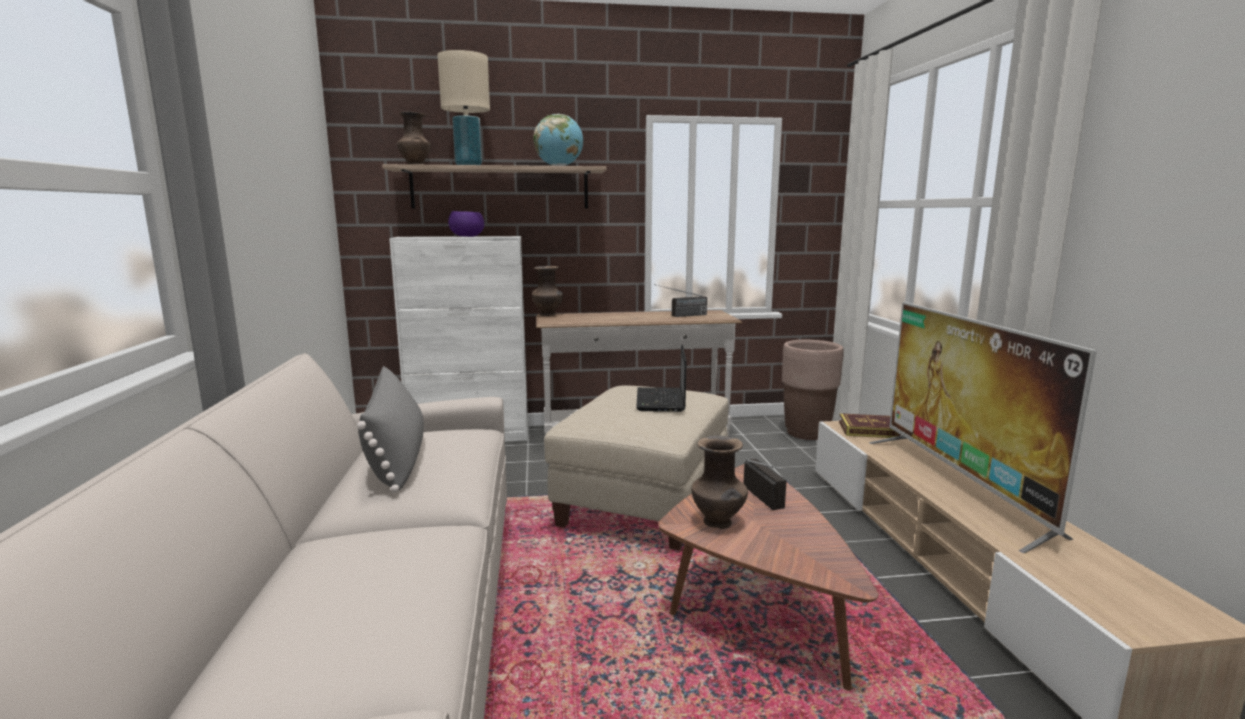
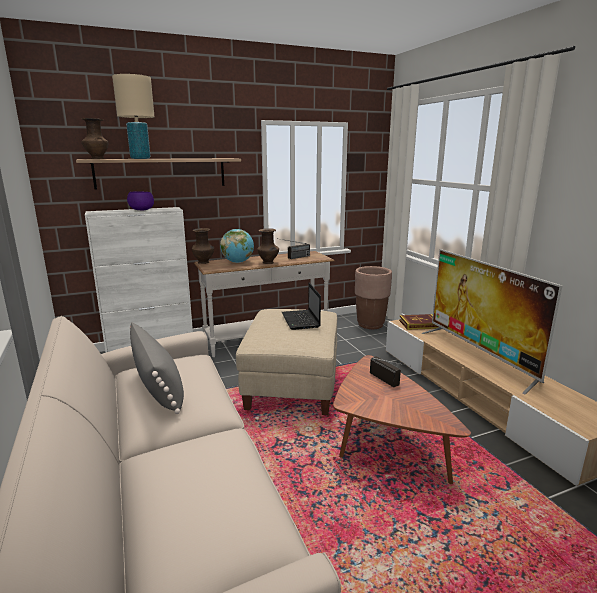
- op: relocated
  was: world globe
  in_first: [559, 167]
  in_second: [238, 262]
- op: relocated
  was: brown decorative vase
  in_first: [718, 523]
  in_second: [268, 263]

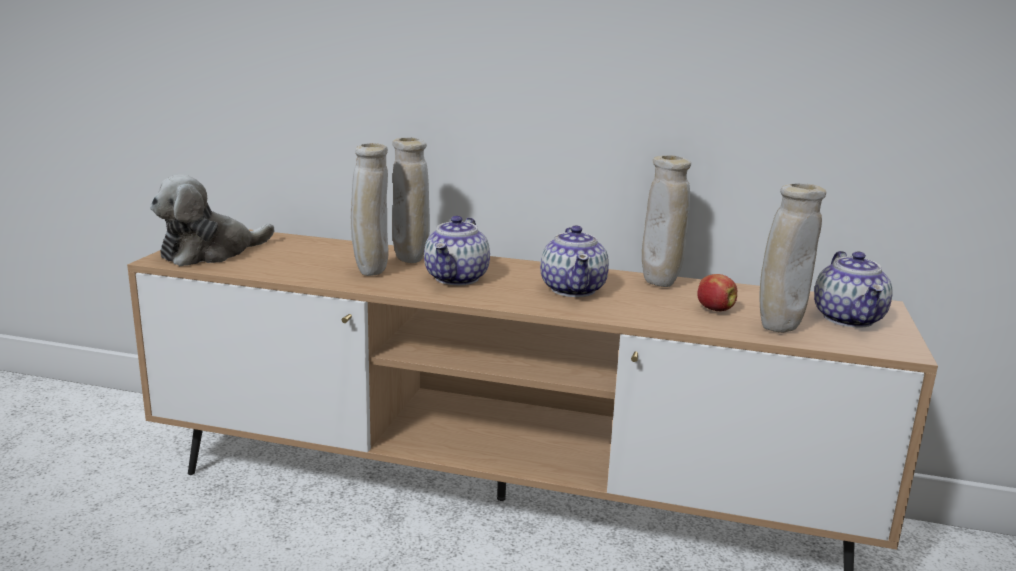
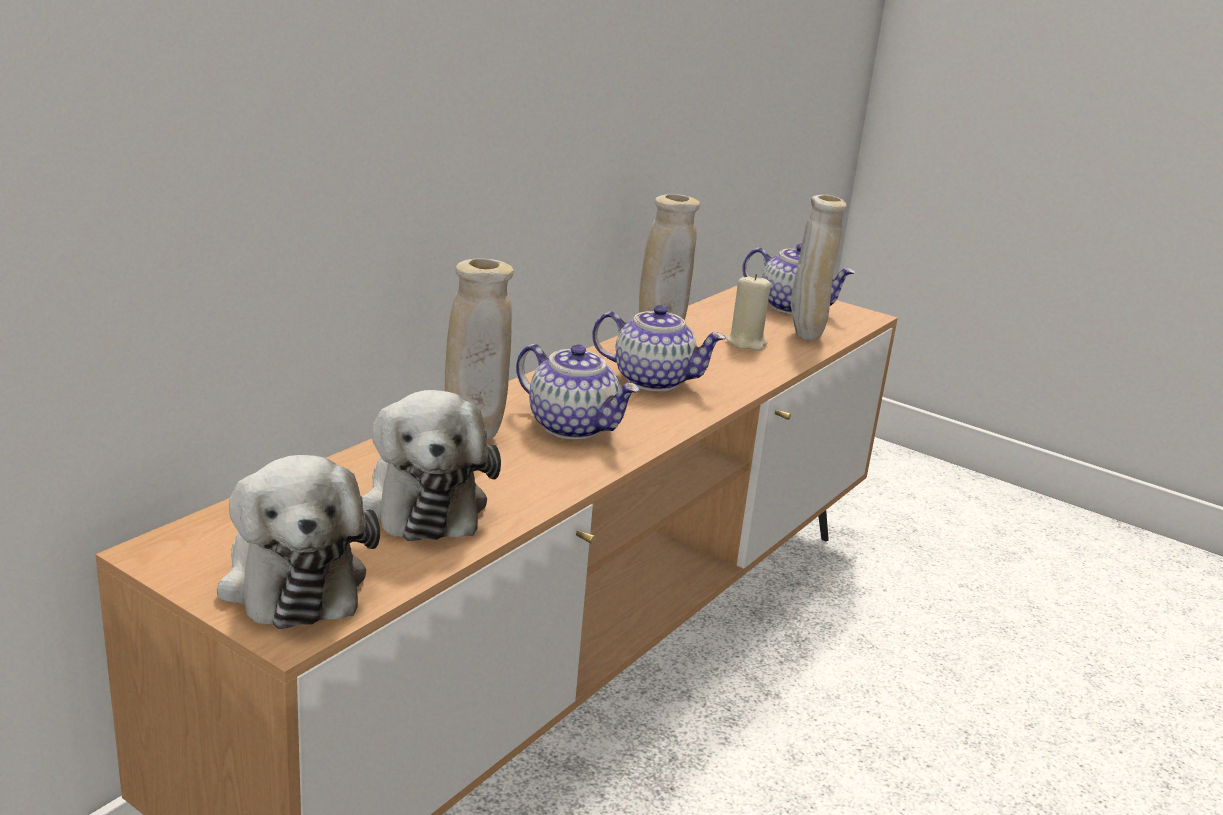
- op: missing
  was: beige-coloured decorative vase
  in_first: [371, 272]
- op: exchanged
  was: apple fruit
  now: beige-coloured wax candle
  in_first: [714, 309]
  in_second: [746, 342]
- op: appeared
  now: cuddly toy
  in_second: [423, 502]

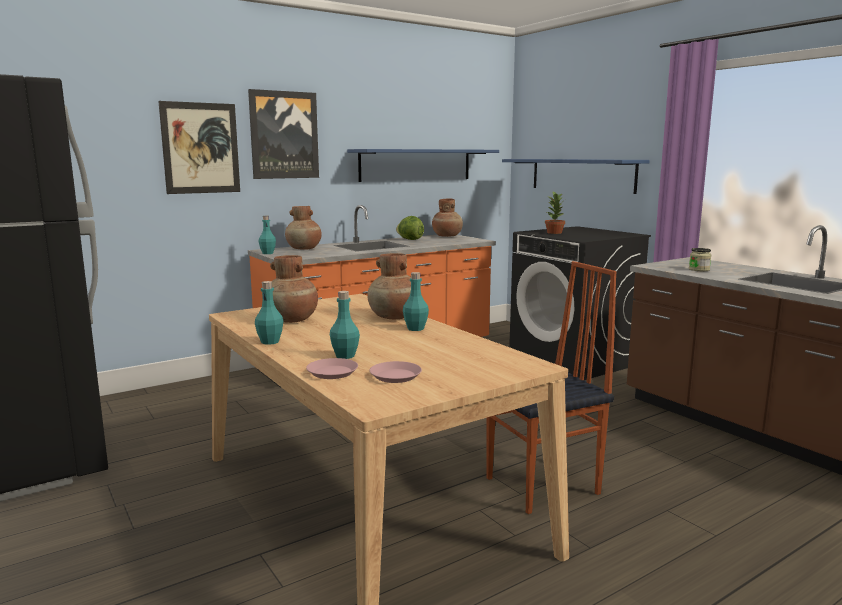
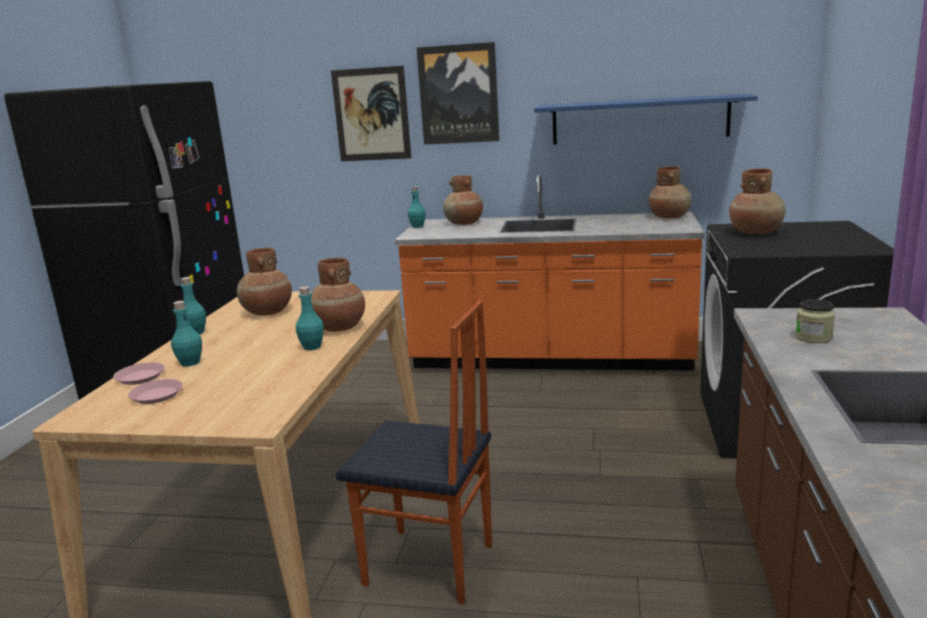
- op: missing
  was: blue-coloured shelf
  in_first: [582, 175]
- op: exchanged
  was: plant in a pot
  now: brown decorative vase
  in_first: [554, 233]
  in_second: [756, 232]
- op: missing
  was: lettuce head
  in_first: [410, 239]

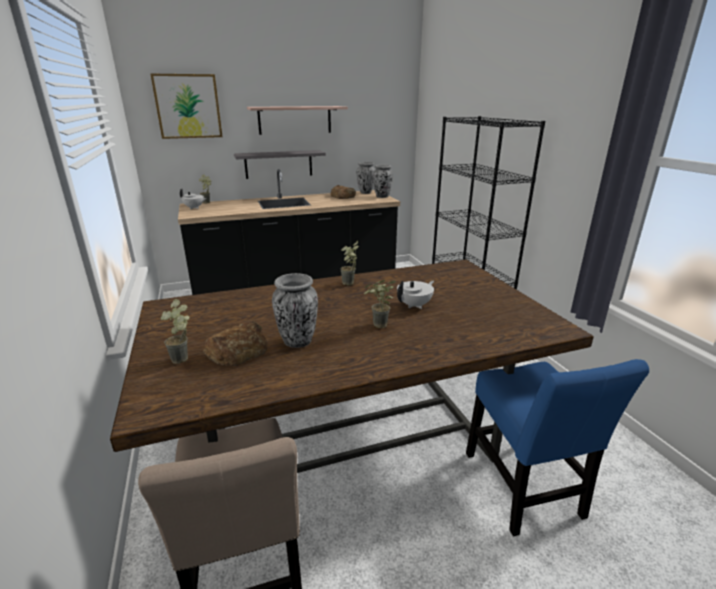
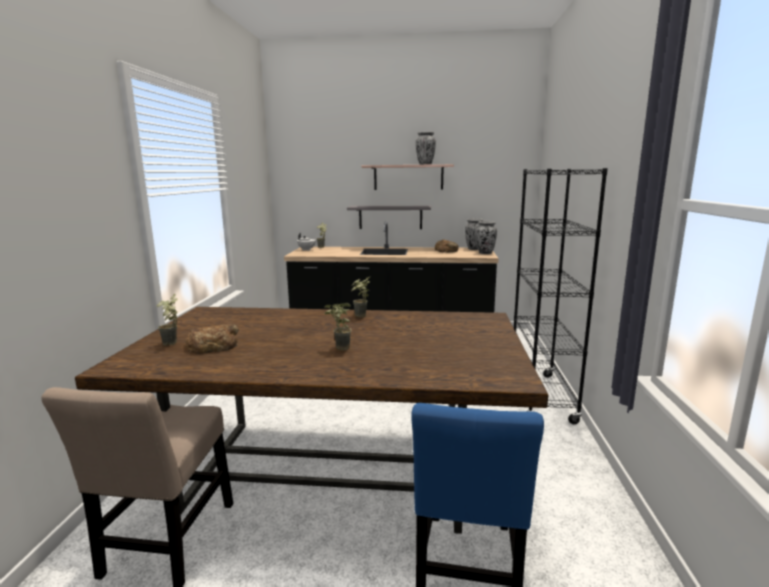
- op: missing
  was: wall art
  in_first: [188, 106]
- op: relocated
  was: decorative vase
  in_first: [297, 341]
  in_second: [425, 164]
- op: missing
  was: whitish teapot
  in_first: [415, 305]

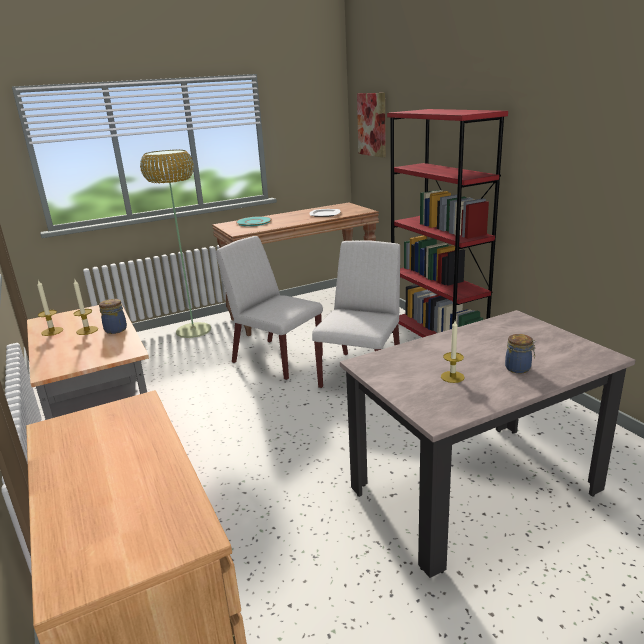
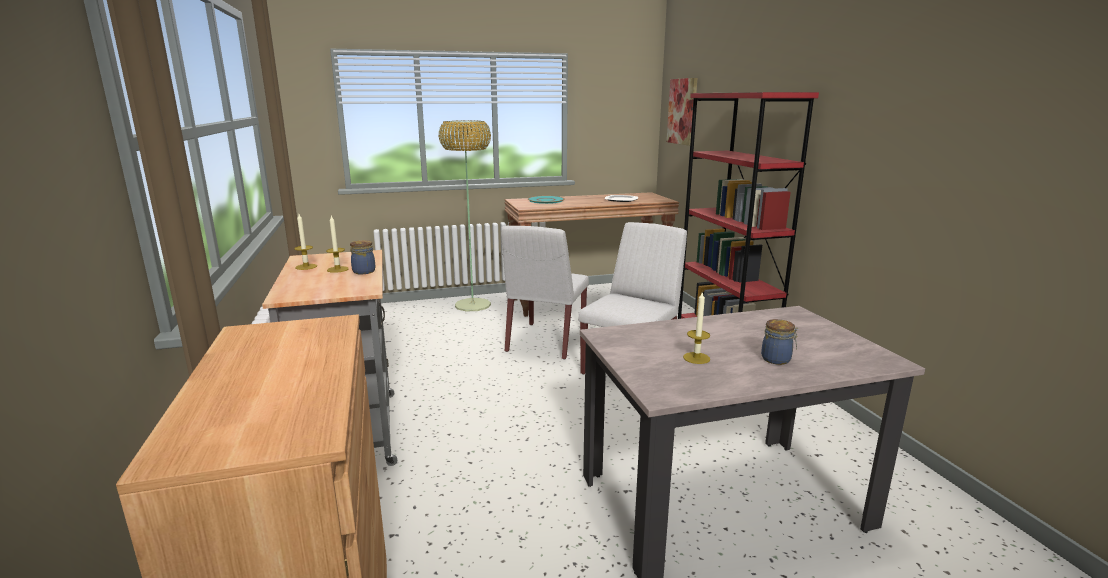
- op: spun
  was: whitish plain chair
  in_first: [276, 359]
  in_second: [546, 341]
  clockwise: -120

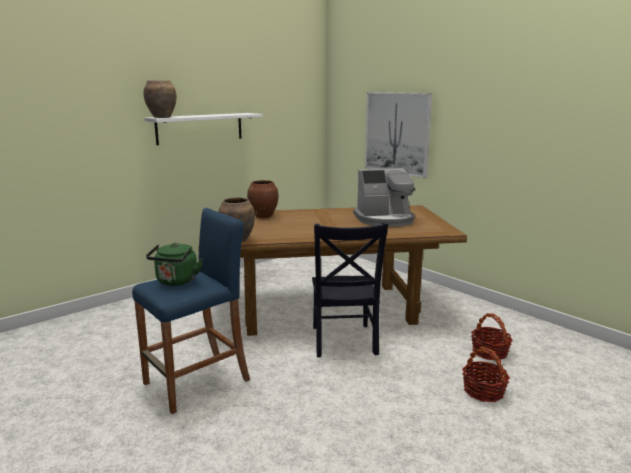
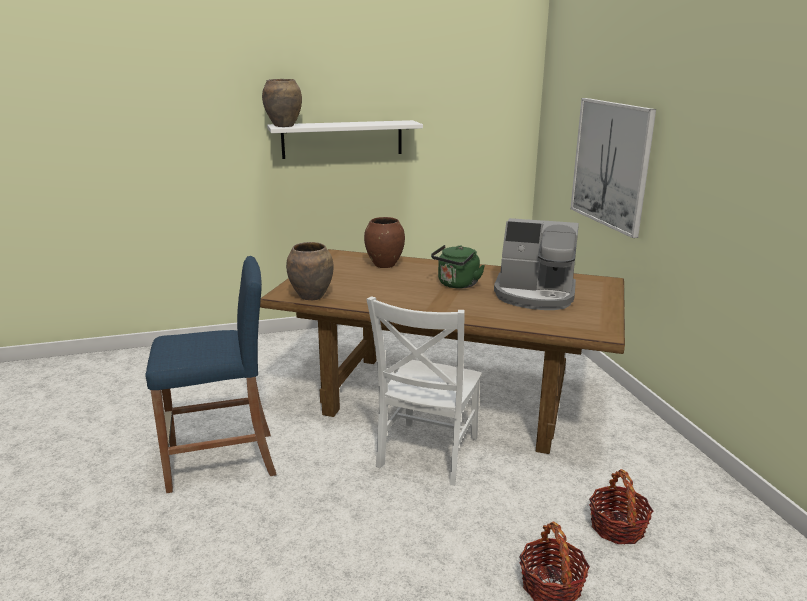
- op: colour
  was: black-coloured plain chair
  now: whitish plain chair
  in_first: [343, 342]
  in_second: [426, 454]
- op: relocated
  was: green-coloured tea kettle
  in_first: [176, 282]
  in_second: [457, 285]

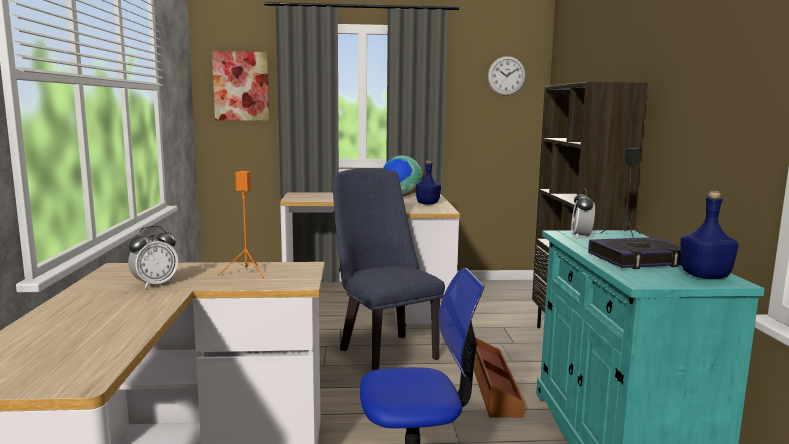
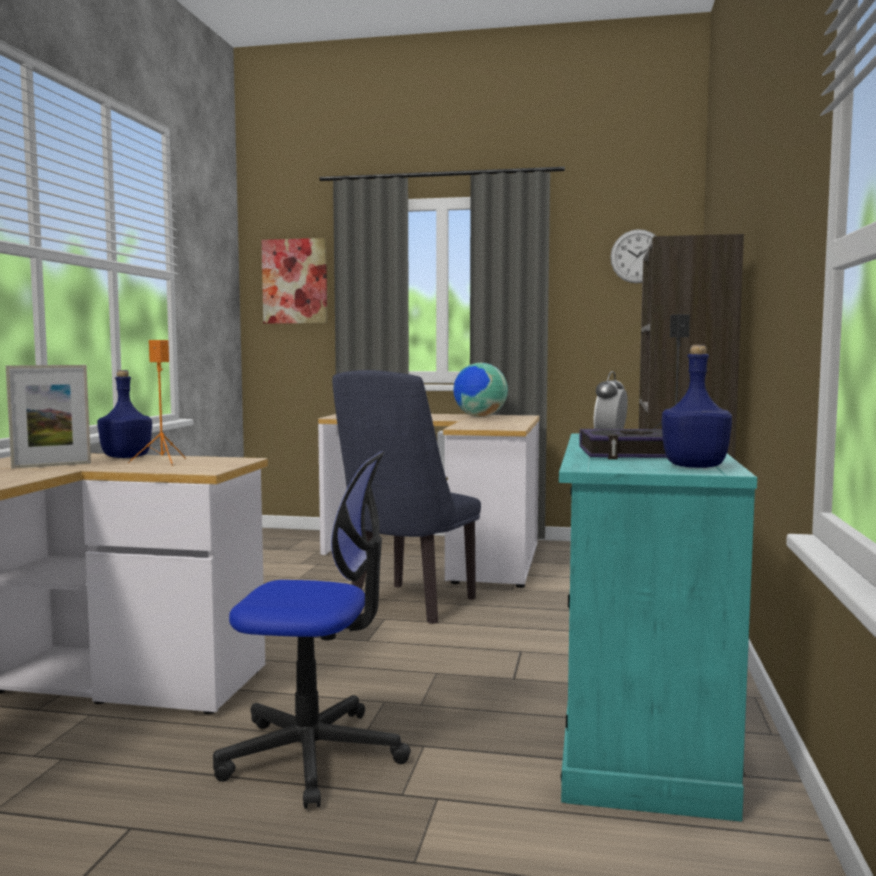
- op: relocated
  was: blue-coloured bottle
  in_first: [428, 203]
  in_second: [127, 457]
- op: spun
  was: blue-coloured plain chair
  in_first: [384, 351]
  in_second: [407, 606]
  clockwise: -135
- op: exchanged
  was: alarm clock
  now: standing frame
  in_first: [155, 284]
  in_second: [51, 465]
- op: missing
  was: brown storage box
  in_first: [493, 387]

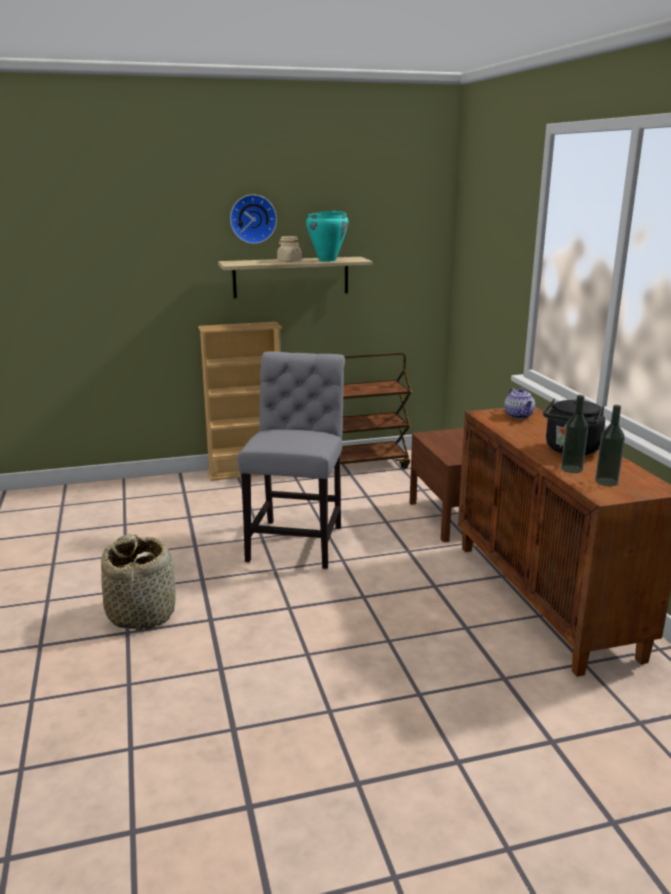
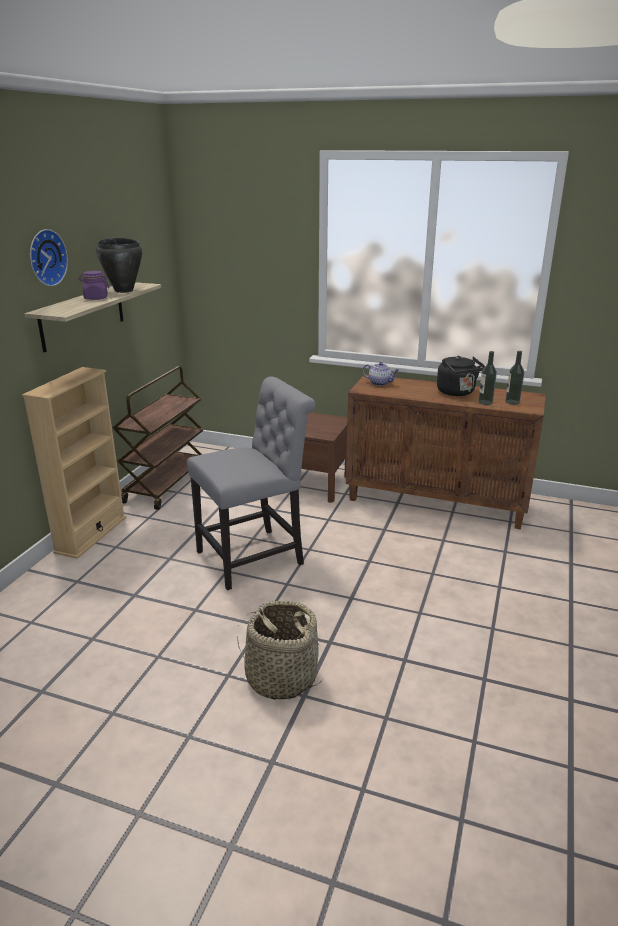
- op: colour
  was: blue-green stockpot
  now: black-coloured stockpot
  in_first: [327, 260]
  in_second: [124, 290]
- op: colour
  was: beige-coloured storage jar
  now: purple-coloured storage jar
  in_first: [289, 261]
  in_second: [96, 298]
- op: spun
  was: greyish plain chair
  in_first: [297, 541]
  in_second: [255, 557]
  clockwise: 105

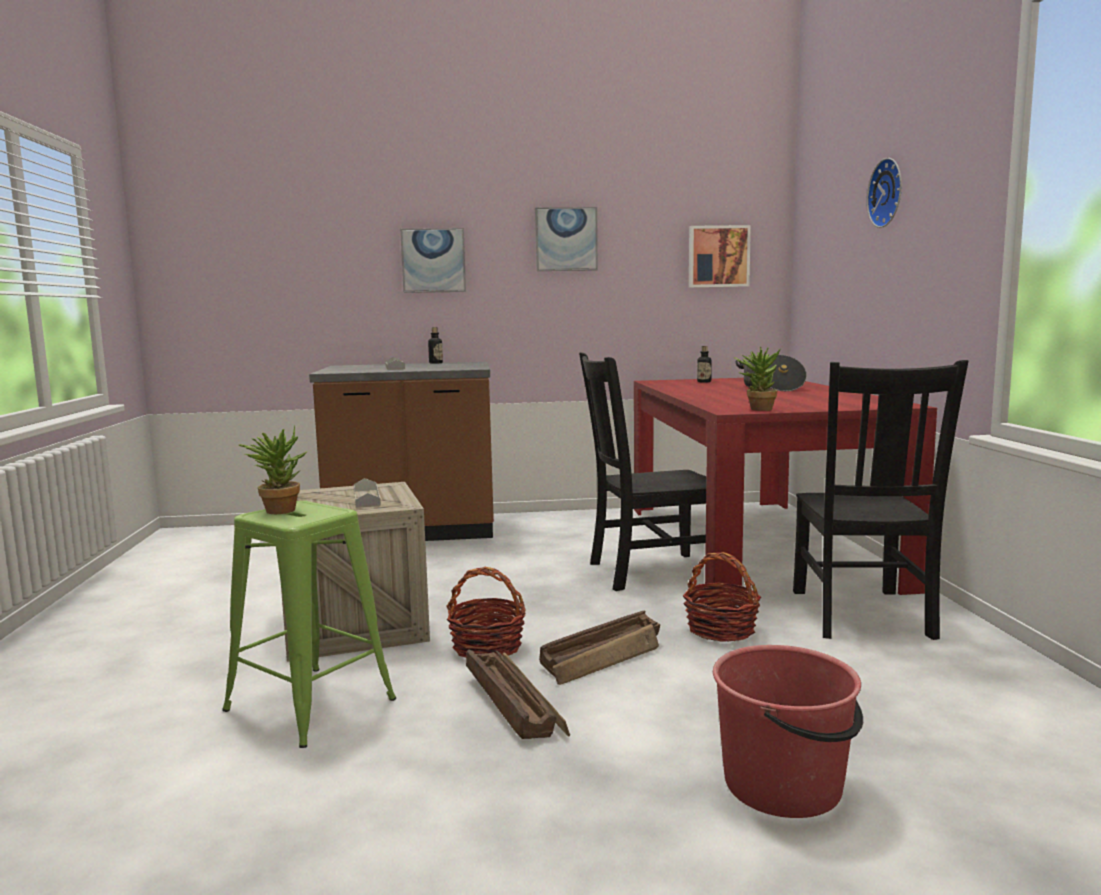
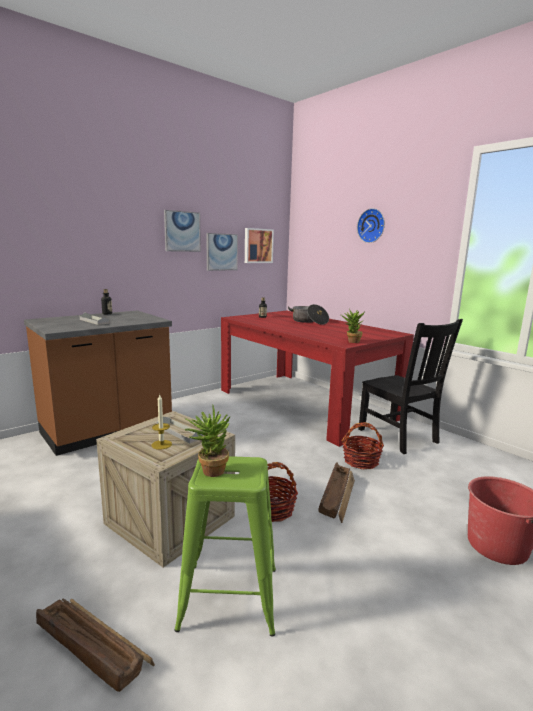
- op: relocated
  was: wall art
  in_first: [433, 260]
  in_second: [221, 252]
- op: missing
  was: black-coloured plain chair
  in_first: [648, 572]
- op: relocated
  was: packing crate
  in_first: [513, 705]
  in_second: [92, 648]
- op: appeared
  now: wax candle
  in_second: [161, 444]

